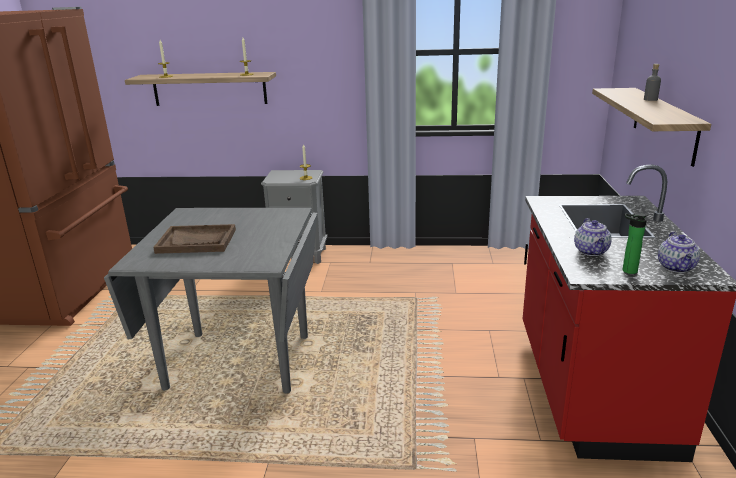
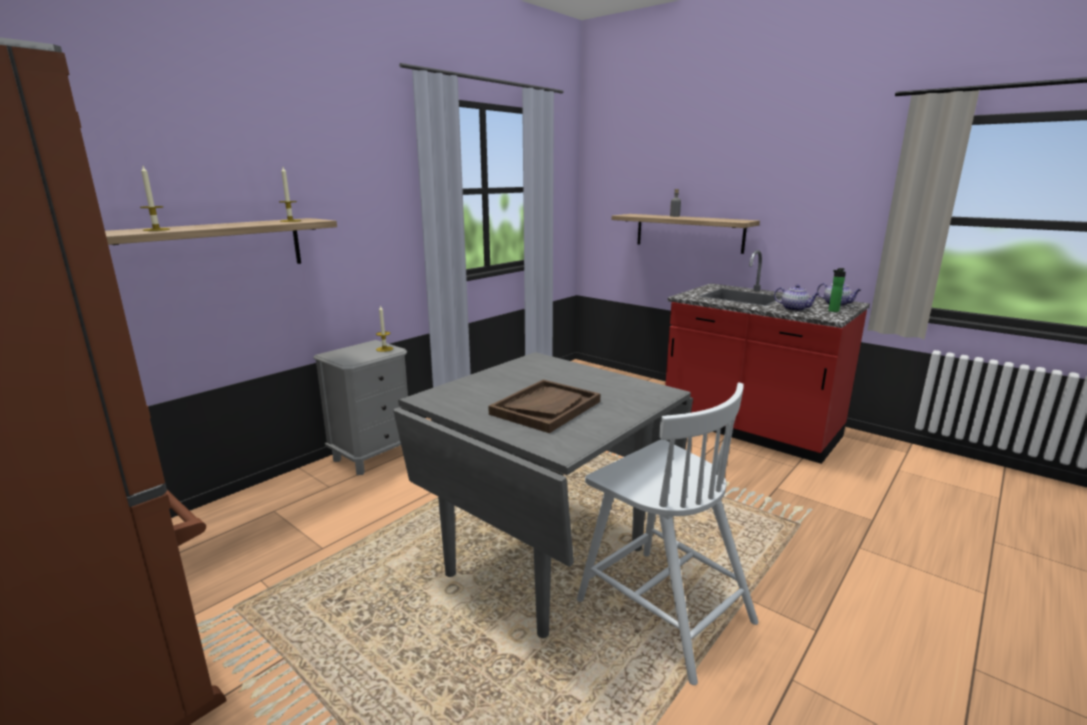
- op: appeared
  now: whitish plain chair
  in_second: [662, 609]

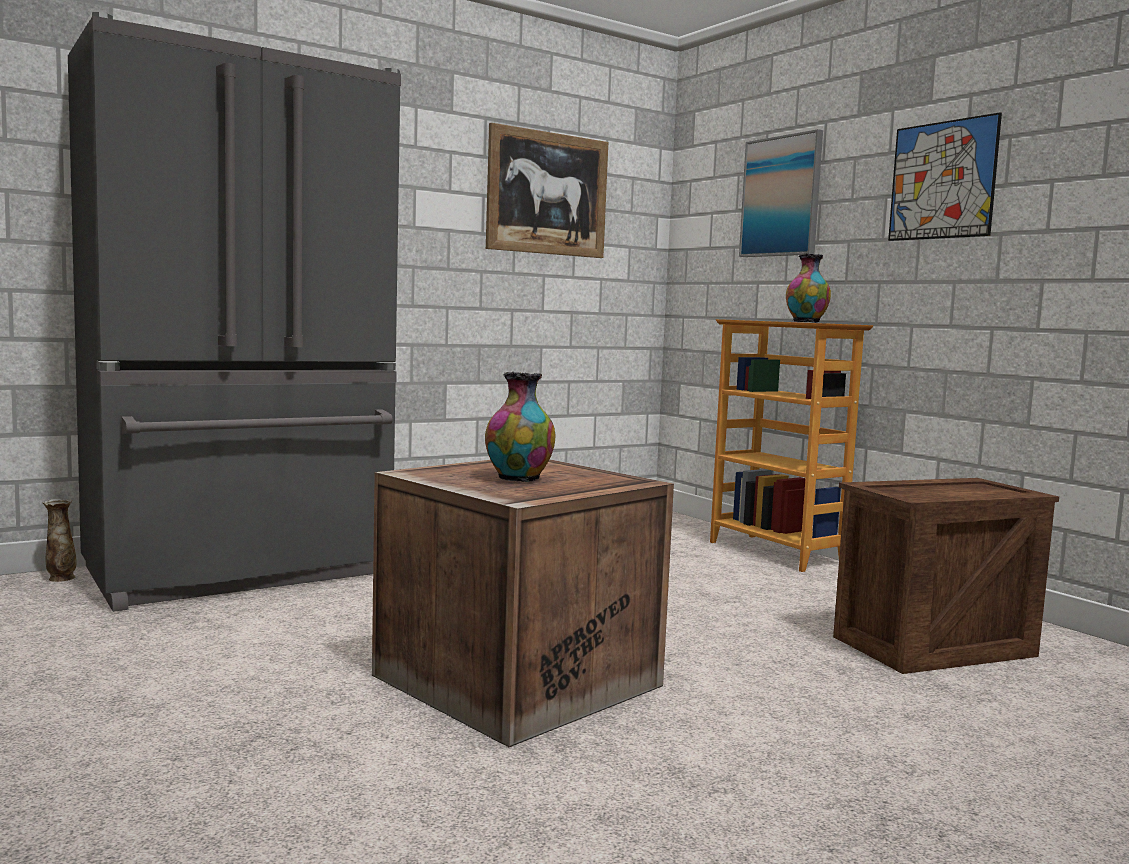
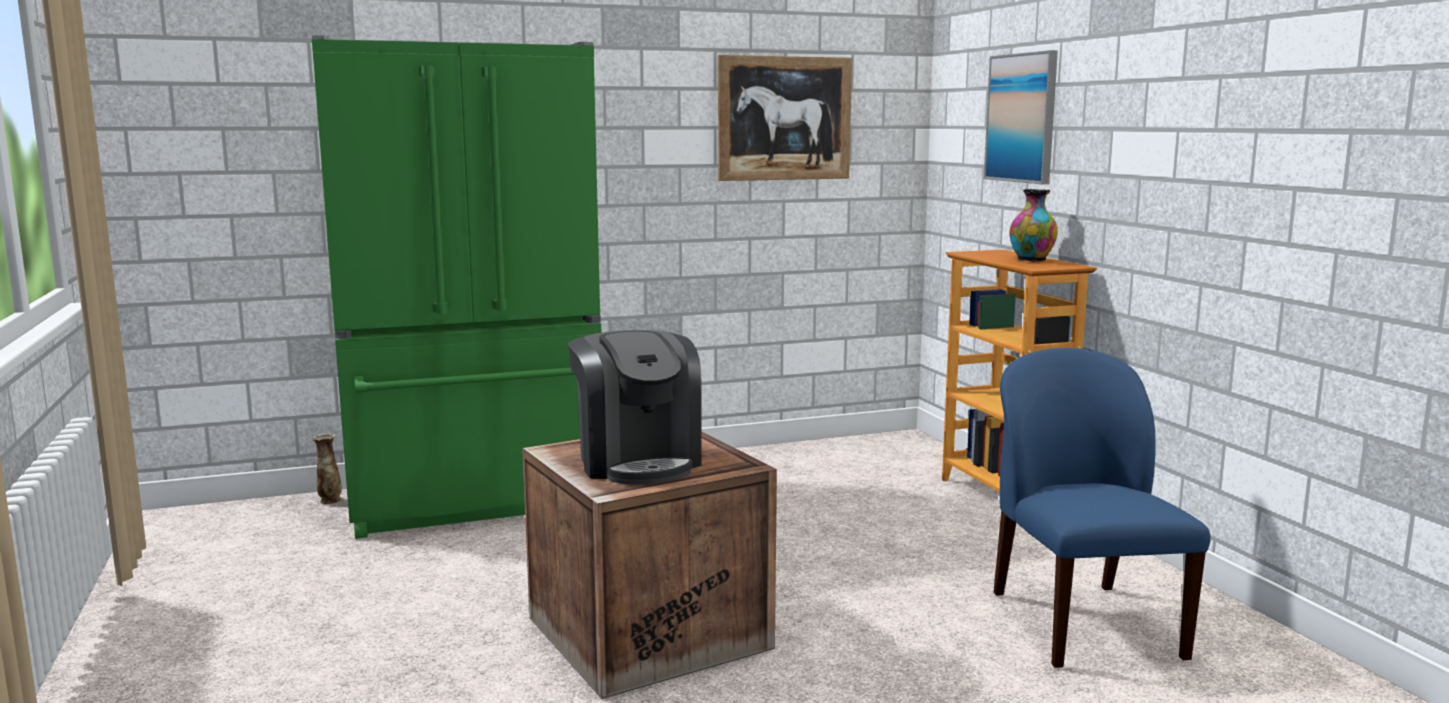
- op: colour
  was: greyish kitchen fridge
  now: green-coloured kitchen fridge
  in_first: [242, 573]
  in_second: [476, 501]
- op: missing
  was: wall art
  in_first: [942, 180]
- op: exchanged
  was: decorative vase
  now: coffee brewer
  in_first: [519, 479]
  in_second: [637, 461]
- op: exchanged
  was: packing crate
  now: blue-coloured plain chair
  in_first: [933, 646]
  in_second: [1082, 623]

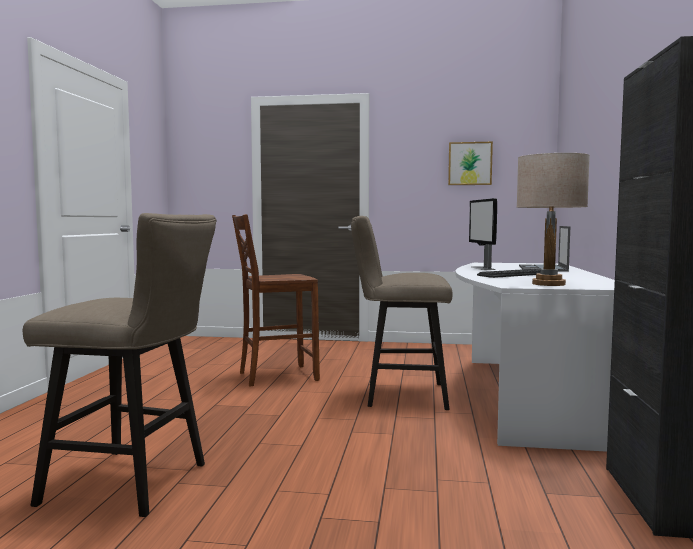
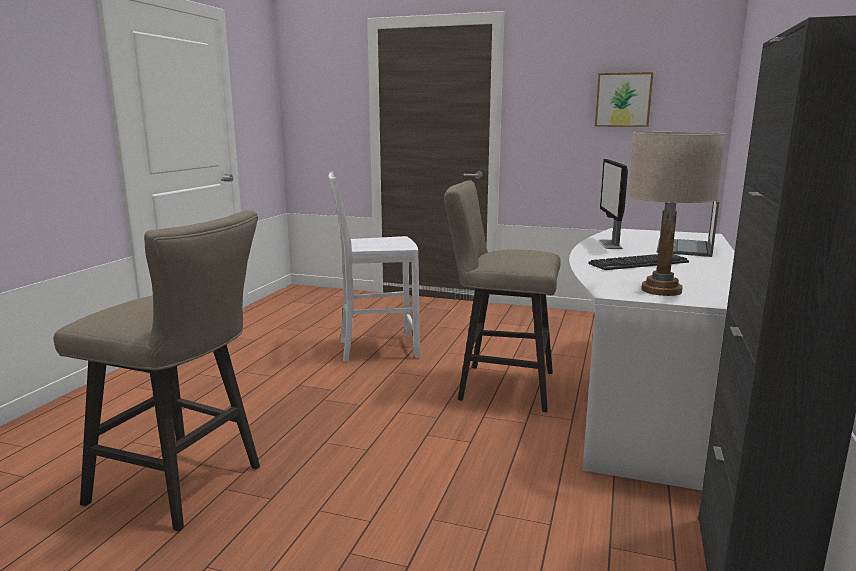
- op: colour
  was: brown plain chair
  now: whitish plain chair
  in_first: [276, 376]
  in_second: [376, 348]

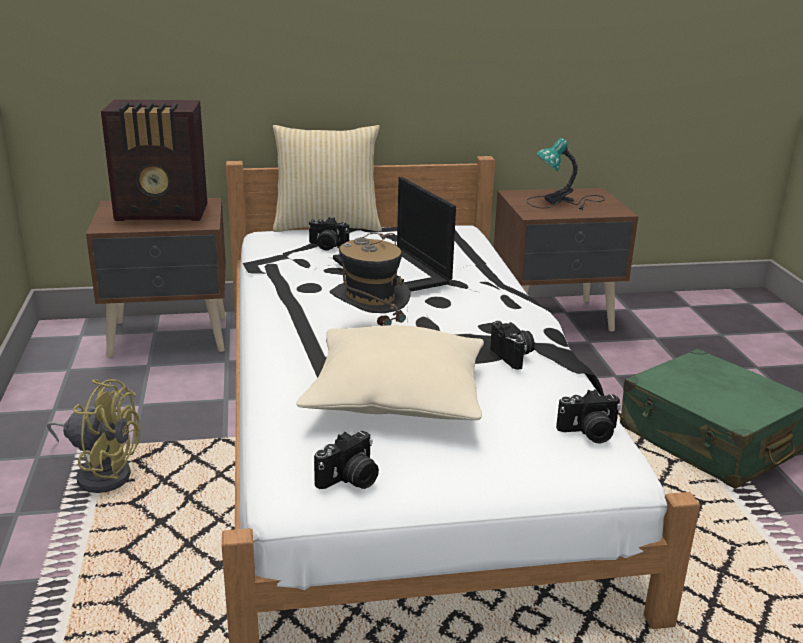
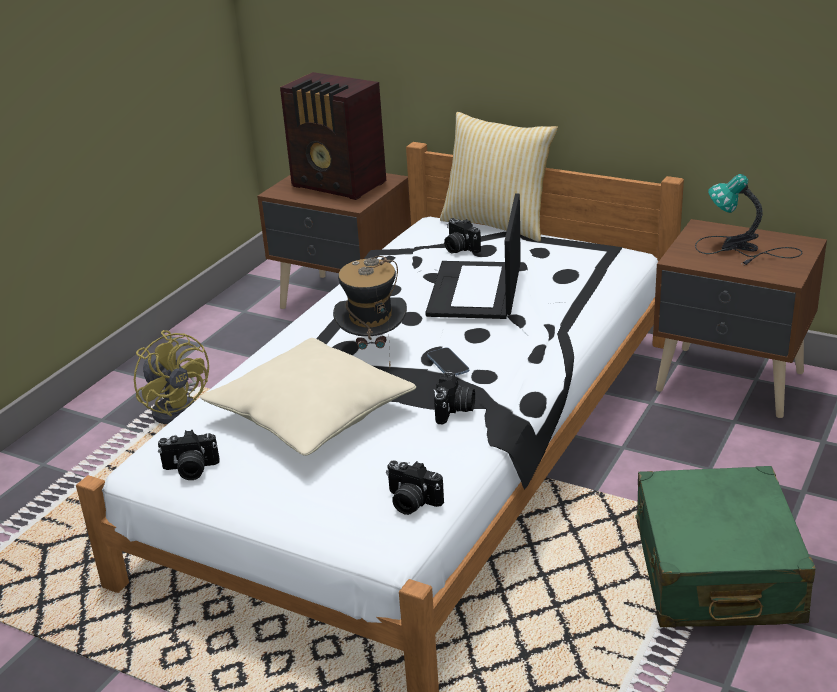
- op: appeared
  now: telephone
  in_second: [448, 364]

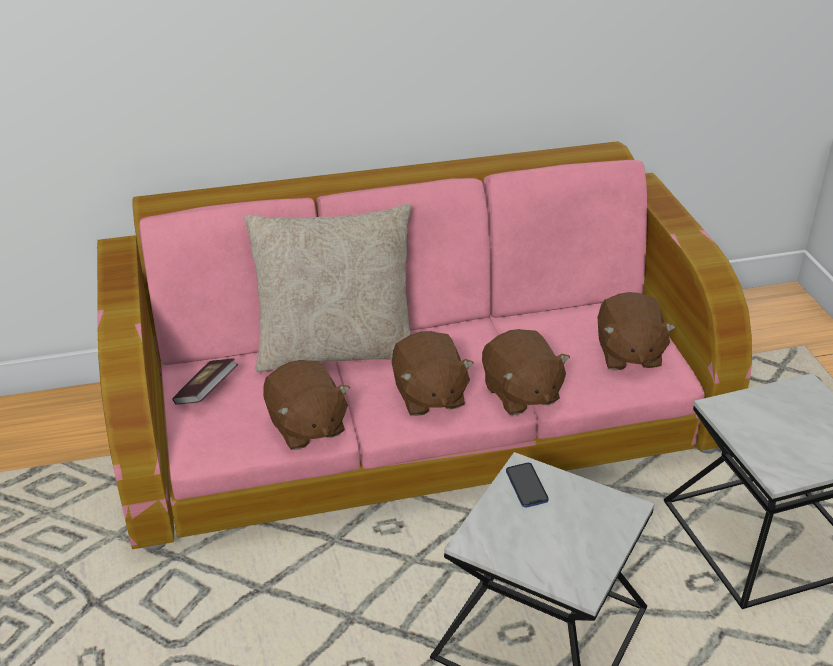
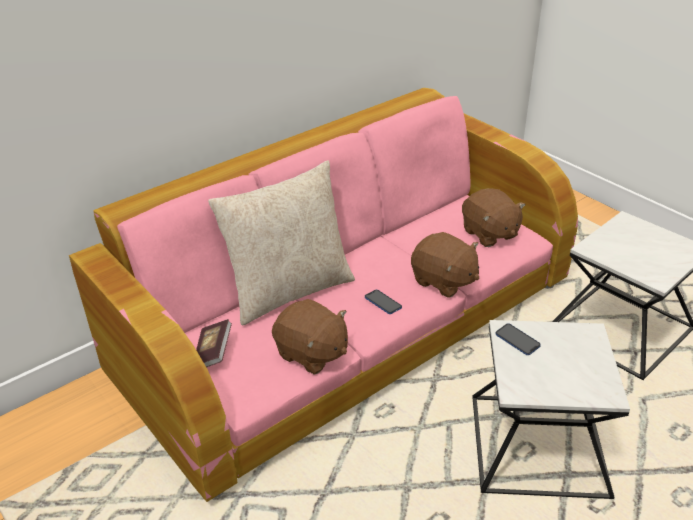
- op: exchanged
  was: brown cuddly toy
  now: telephone
  in_first: [428, 396]
  in_second: [383, 302]

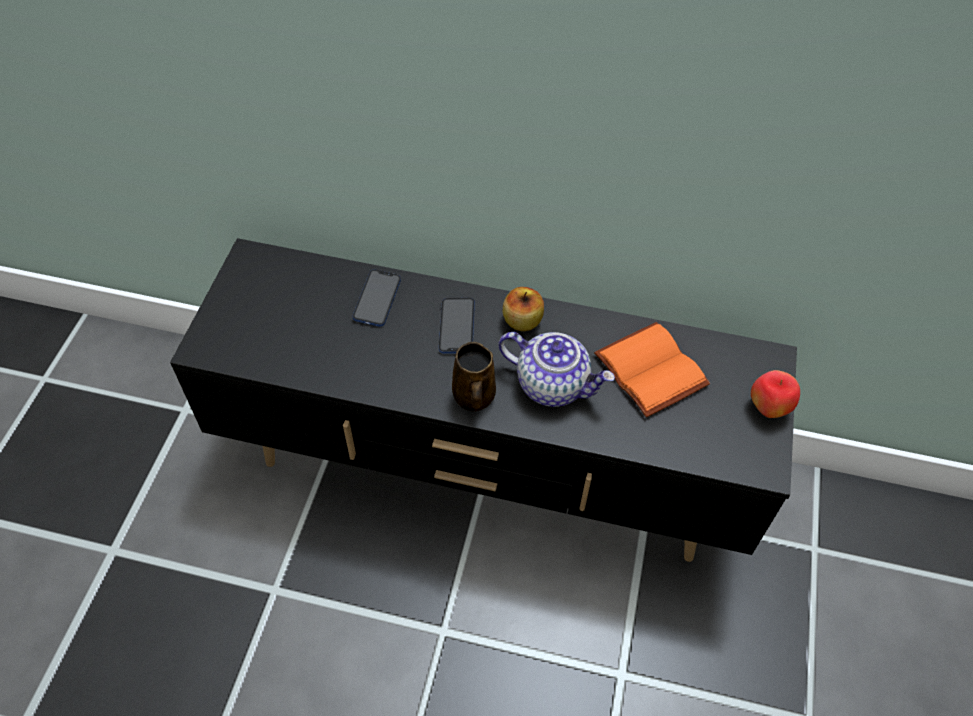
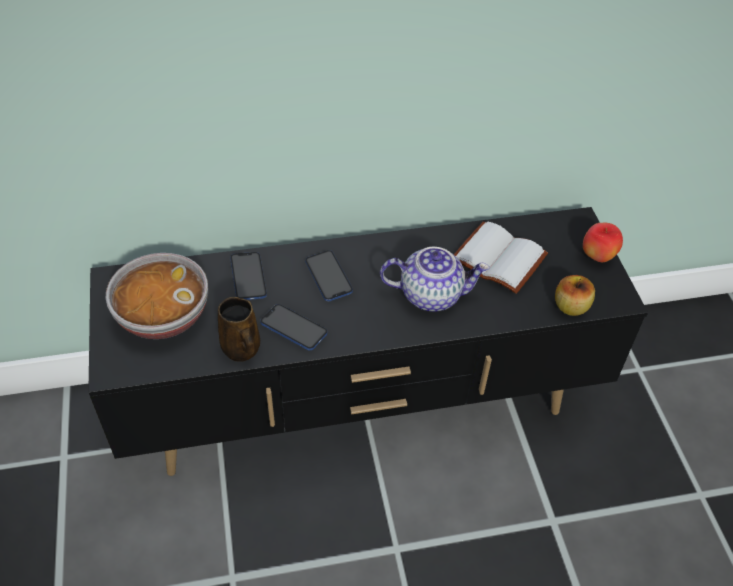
- op: relocated
  was: apple fruit
  in_first: [522, 321]
  in_second: [570, 307]
- op: colour
  was: orange-coloured book
  now: whitish book
  in_first: [647, 370]
  in_second: [496, 259]
- op: relocated
  was: brown tea mug
  in_first: [473, 398]
  in_second: [242, 350]
- op: appeared
  now: deep dish
  in_second: [162, 316]
- op: appeared
  now: telephone
  in_second: [293, 328]

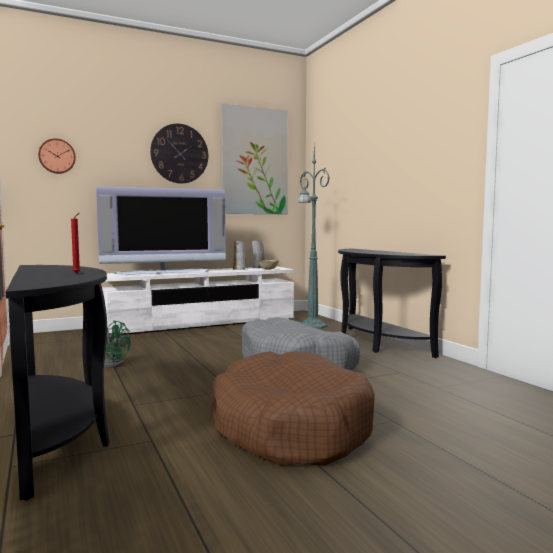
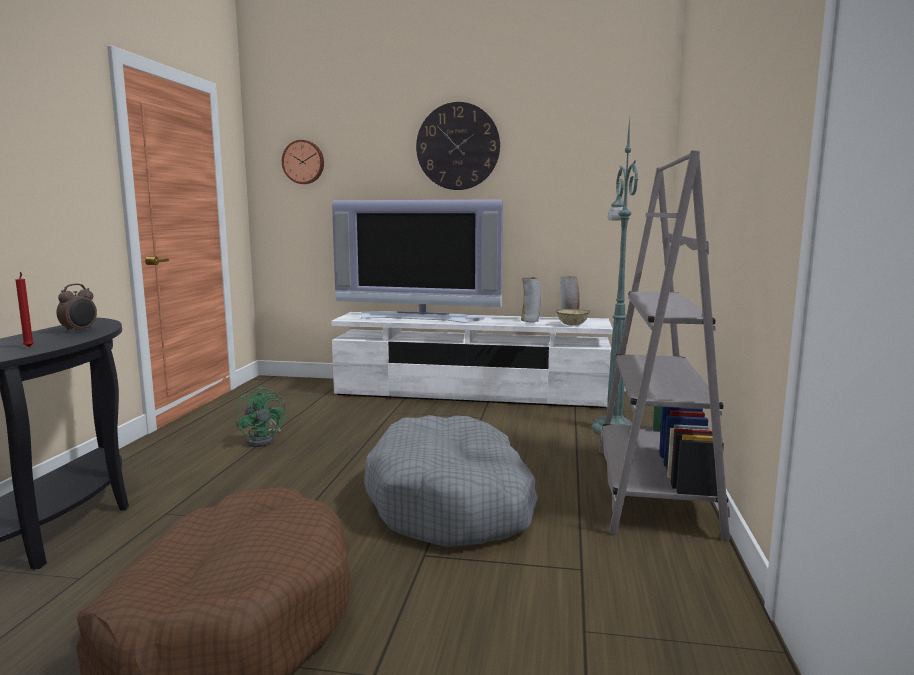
- op: missing
  was: wall art
  in_first: [254, 161]
- op: exchanged
  was: black-coloured console table
  now: greyish shelving unit
  in_first: [374, 343]
  in_second: [653, 489]
- op: appeared
  now: alarm clock
  in_second: [80, 331]

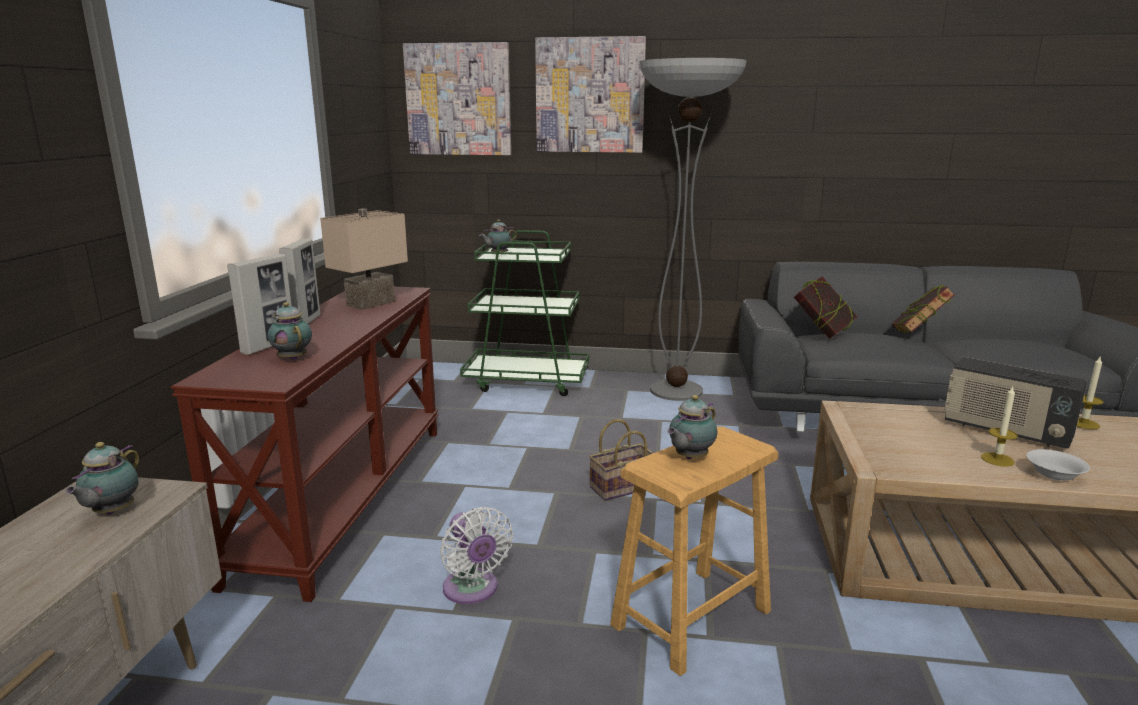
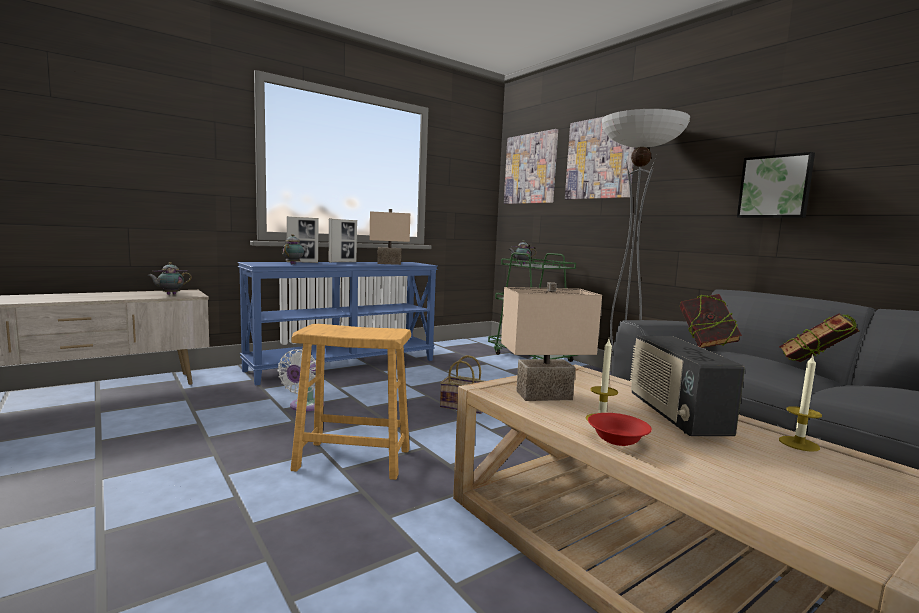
- op: colour
  was: brown console table
  now: blue-coloured console table
  in_first: [344, 497]
  in_second: [343, 365]
- op: missing
  was: teapot
  in_first: [689, 457]
- op: colour
  was: whitish deep dish
  now: reddish deep dish
  in_first: [1054, 474]
  in_second: [616, 439]
- op: appeared
  now: wall art
  in_second: [775, 187]
- op: appeared
  now: beige-coloured table lamp
  in_second: [544, 396]

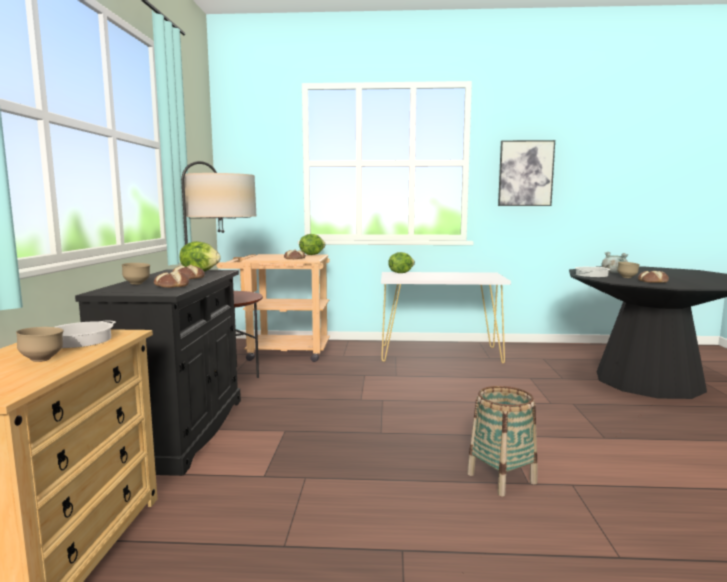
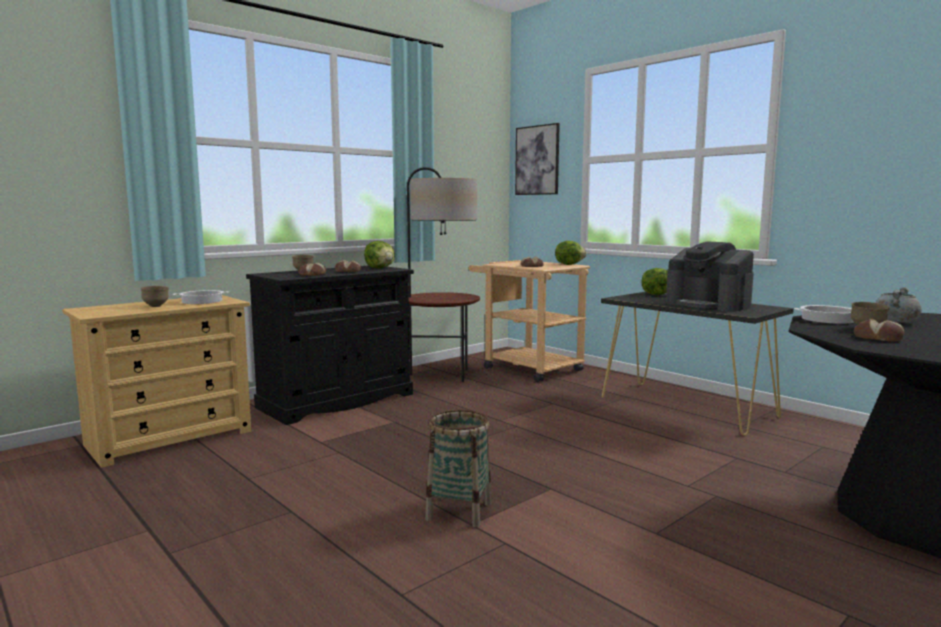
- op: relocated
  was: wall art
  in_first: [525, 173]
  in_second: [537, 160]
- op: colour
  was: whitish console table
  now: black-coloured console table
  in_first: [440, 354]
  in_second: [687, 407]
- op: appeared
  now: coffee brewer
  in_second: [708, 305]

